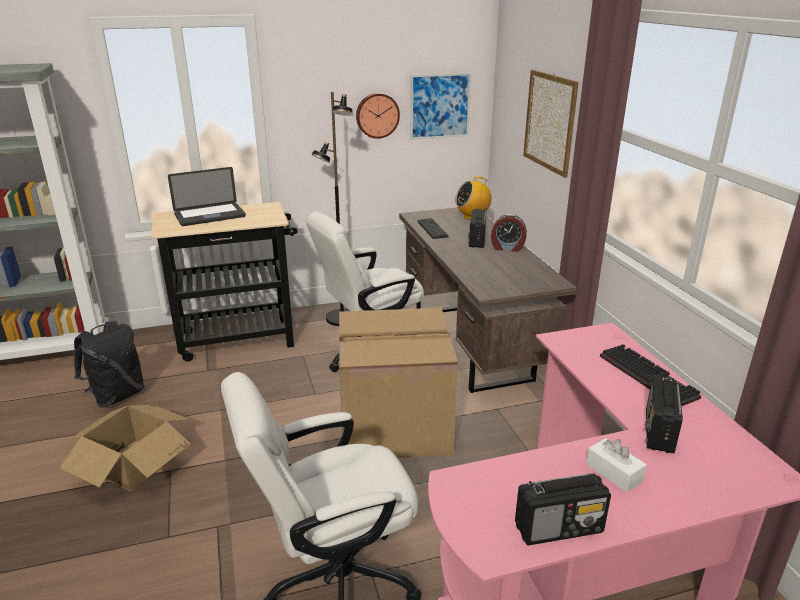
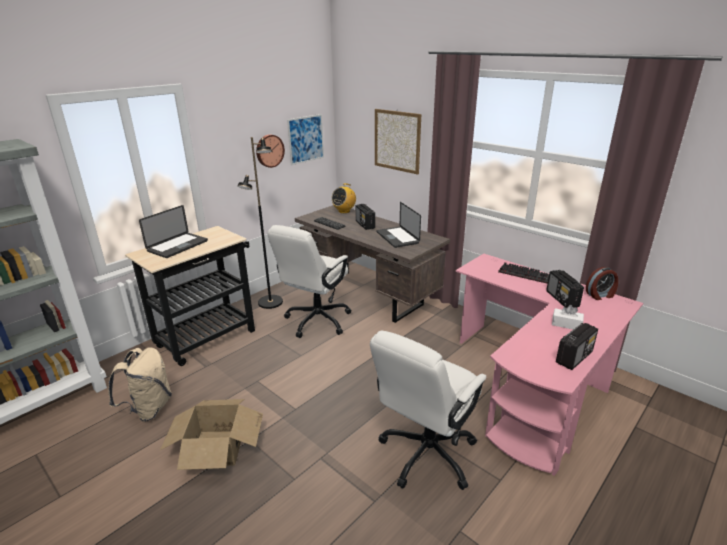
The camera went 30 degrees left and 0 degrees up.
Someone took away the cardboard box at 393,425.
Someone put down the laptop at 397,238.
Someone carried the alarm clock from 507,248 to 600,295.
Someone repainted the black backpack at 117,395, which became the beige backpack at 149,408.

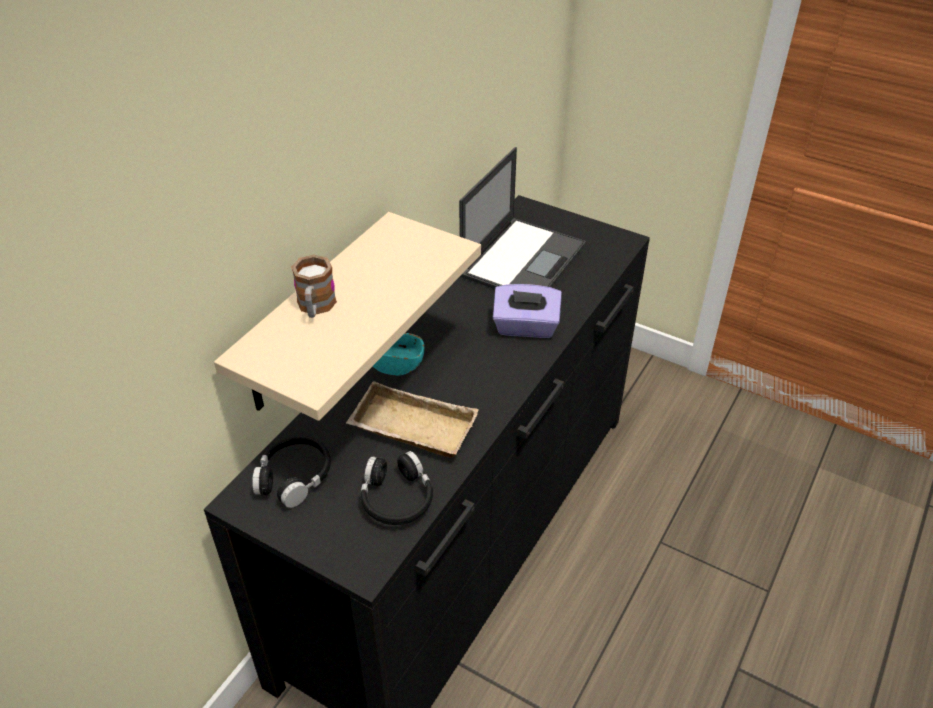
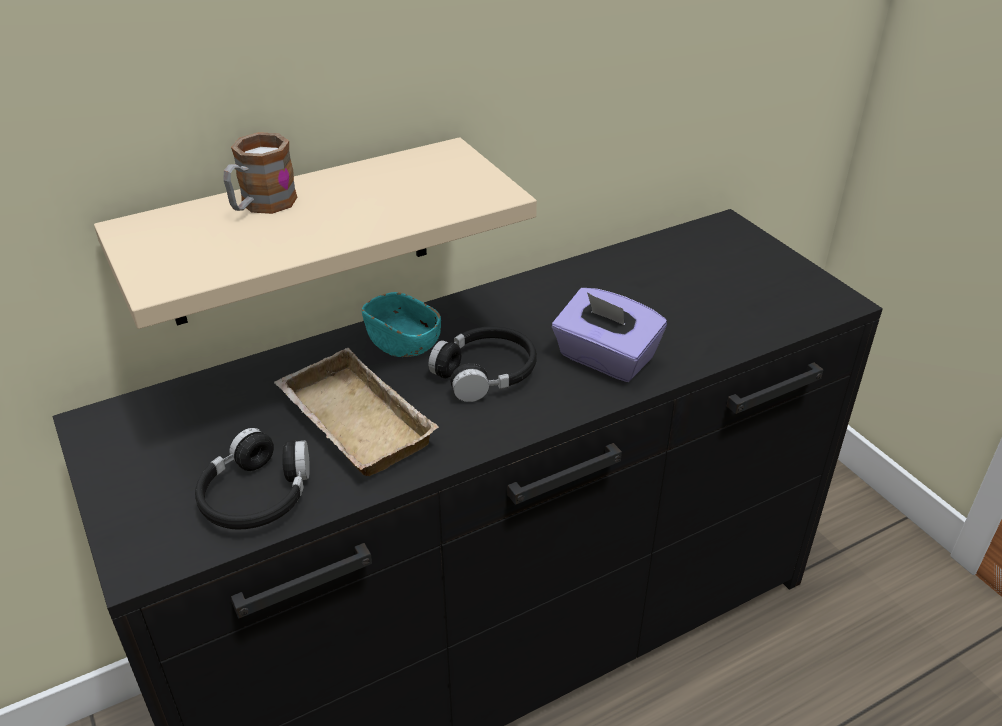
The camera went 30 degrees right and 5 degrees down.
Someone took away the laptop at 523,259.
Someone carried the black headphones from 294,477 to 485,373.

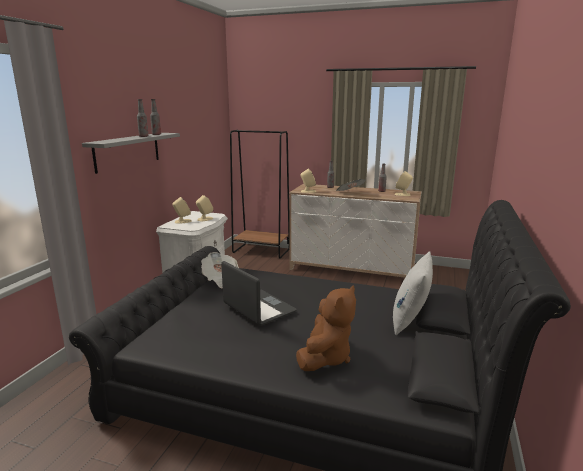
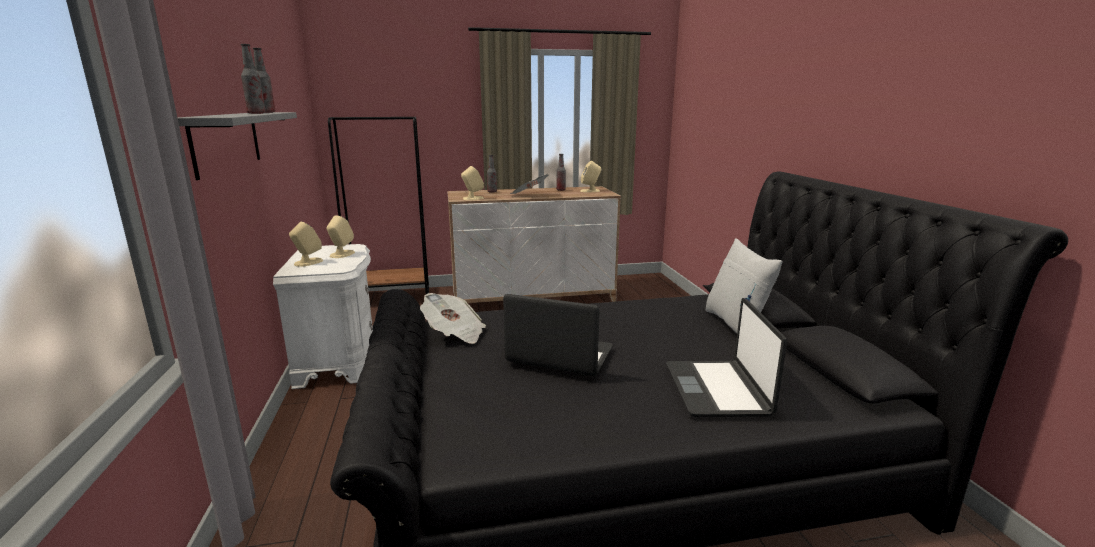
The camera went 30 degrees left and 0 degrees up.
Someone swapped the brown plush toy at 325,357 for the laptop at 717,389.

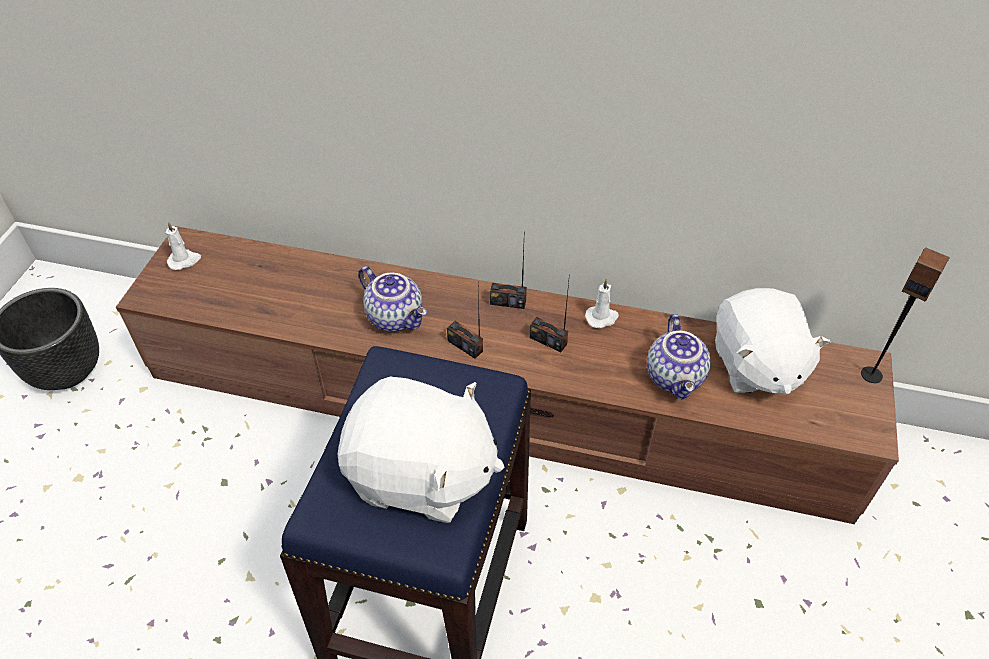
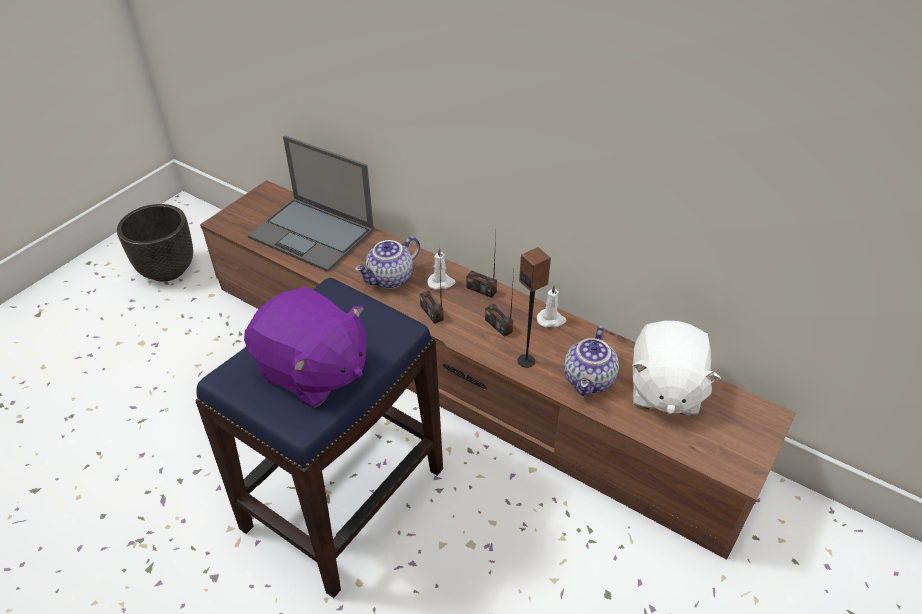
The camera went 20 degrees right and 5 degrees down.
Someone put down the laptop at 313,234.
Someone carried the white candle from 184,260 to 441,282.
Someone carried the speaker from 871,374 to 526,361.
Someone repainted the white plush toy at 421,476, which became the purple plush toy at 312,372.
Someone rotated the teapot at 396,317 by 75 degrees clockwise.

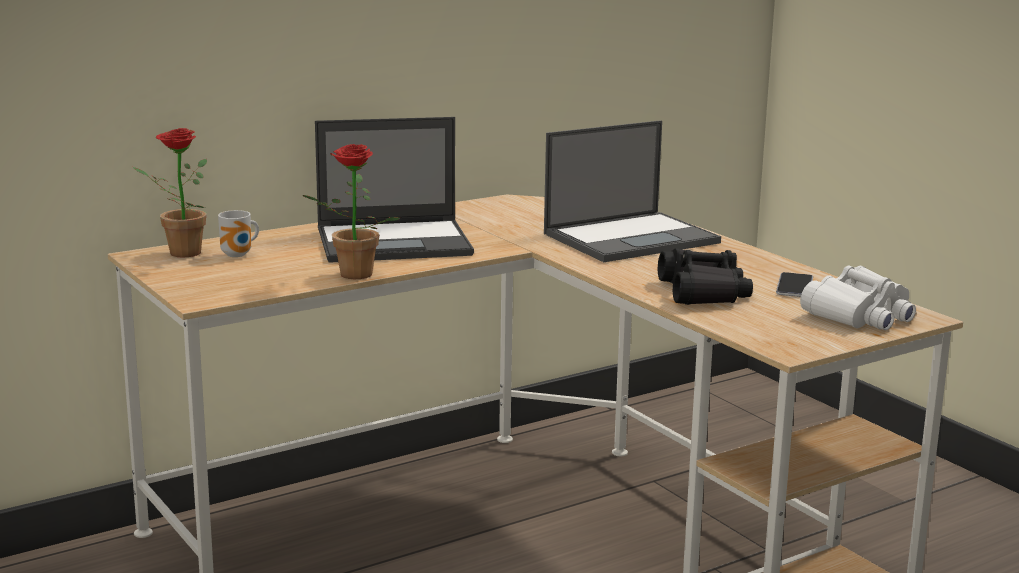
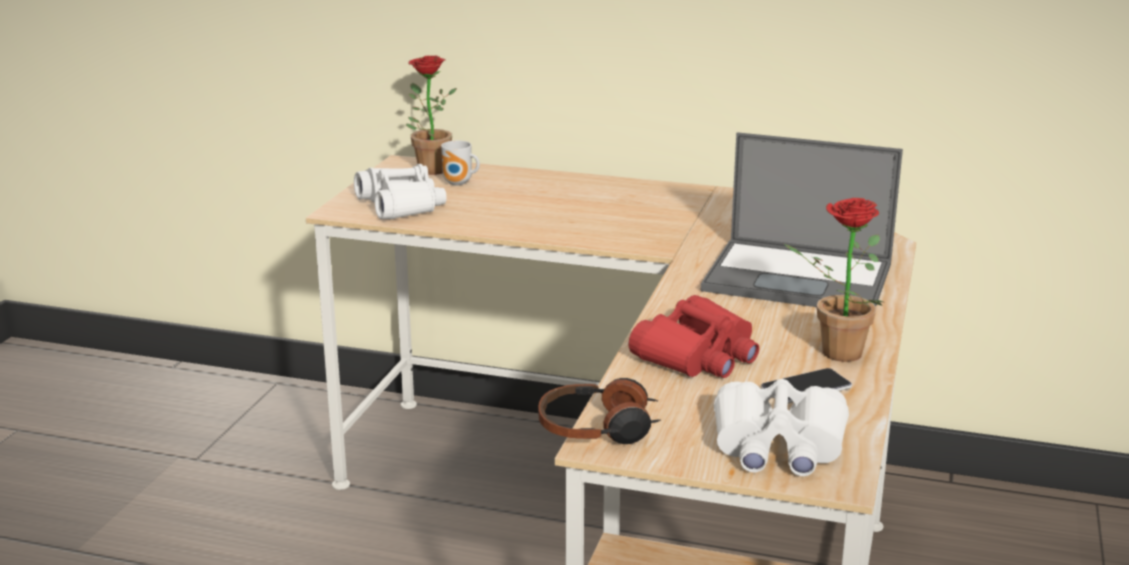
The camera went 50 degrees right and 5 degrees up.
Someone took away the laptop at 396,242.
Someone put down the white binoculars at 401,205.
Someone put down the headphones at 598,428.
Someone carried the potted plant from 350,276 to 833,353.
Someone repainted the black binoculars at 703,293, which became the red binoculars at 698,355.

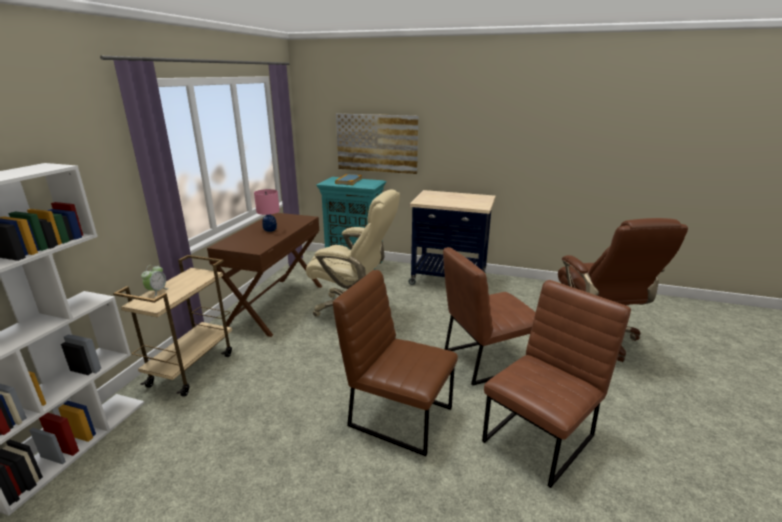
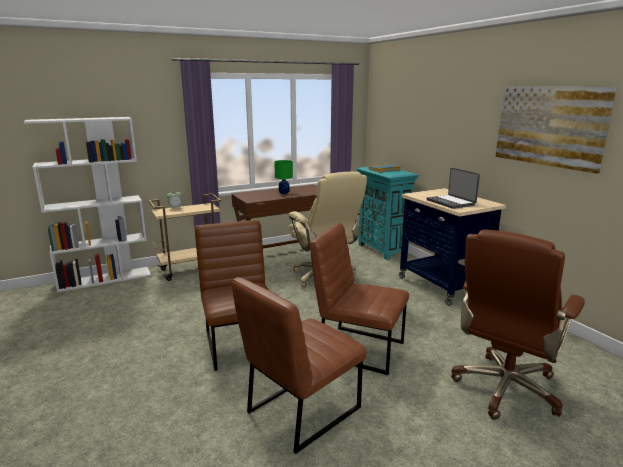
The camera went 45 degrees right and 5 degrees down.
Someone put down the laptop at 451,202.
Someone carried the picture from 376,143 to 549,126.
Someone repainted the pink table lamp at 269,230, which became the green table lamp at 283,193.
Someone rotated the brown chair at 541,437 by 135 degrees clockwise.

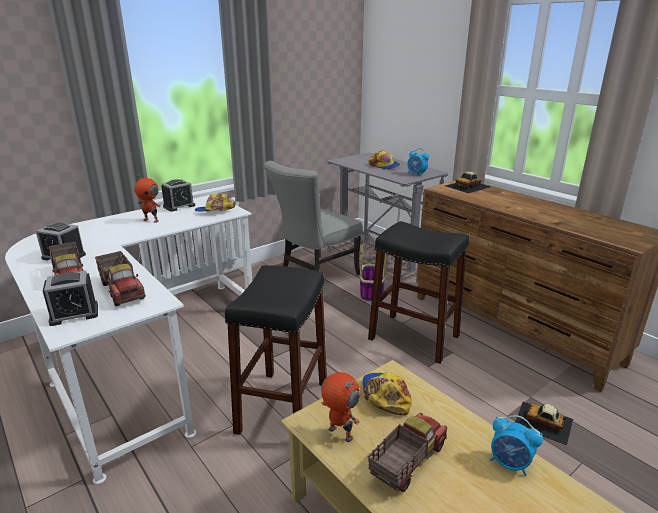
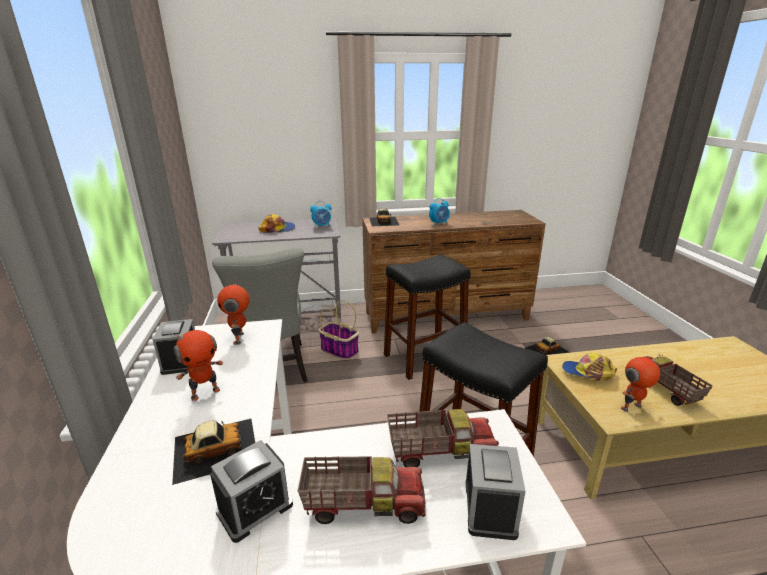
The camera went 60 degrees left and 0 degrees up.
Someone put down the toy car at 214,448.
Someone carried the alarm clock from 510,464 to 439,223.
Someone swapped the cap at 215,210 for the toy robot at 240,338.

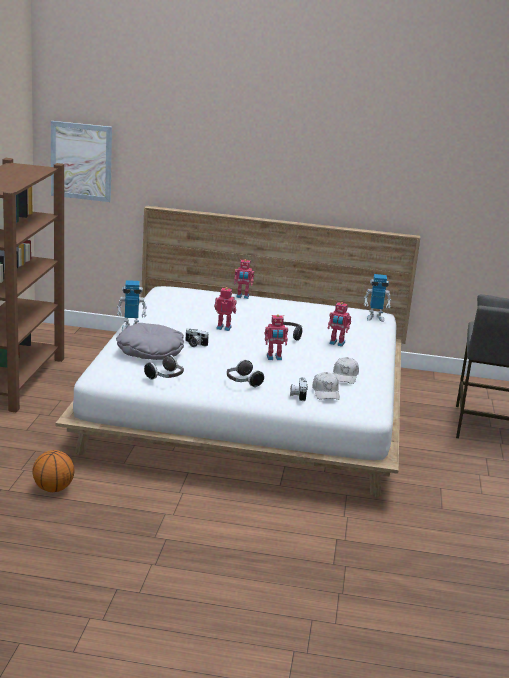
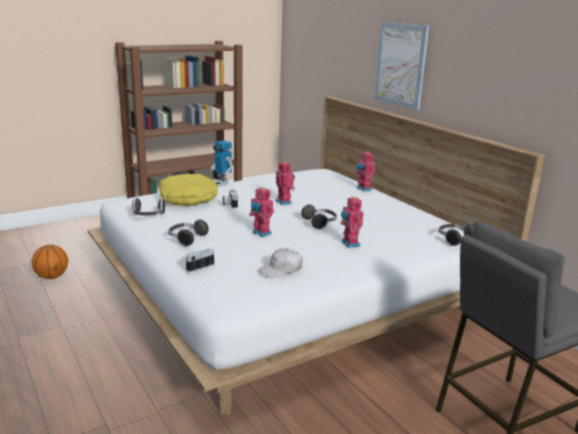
The camera went 50 degrees right and 0 degrees up.
Someone took away the white cap at 326,392.
Someone carried the picture from 81,161 to 401,65.
Someone swapped the toy robot at 375,318 for the headphones at 454,239.
Someone repainted the grey pillow at 151,351, which became the yellow pillow at 189,199.

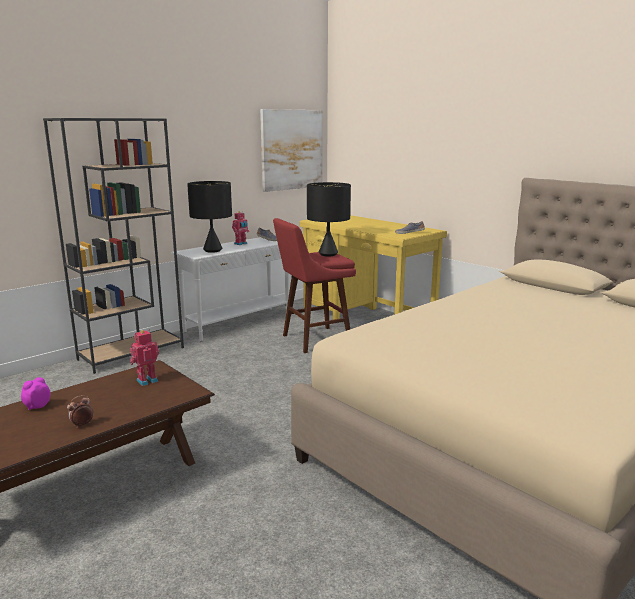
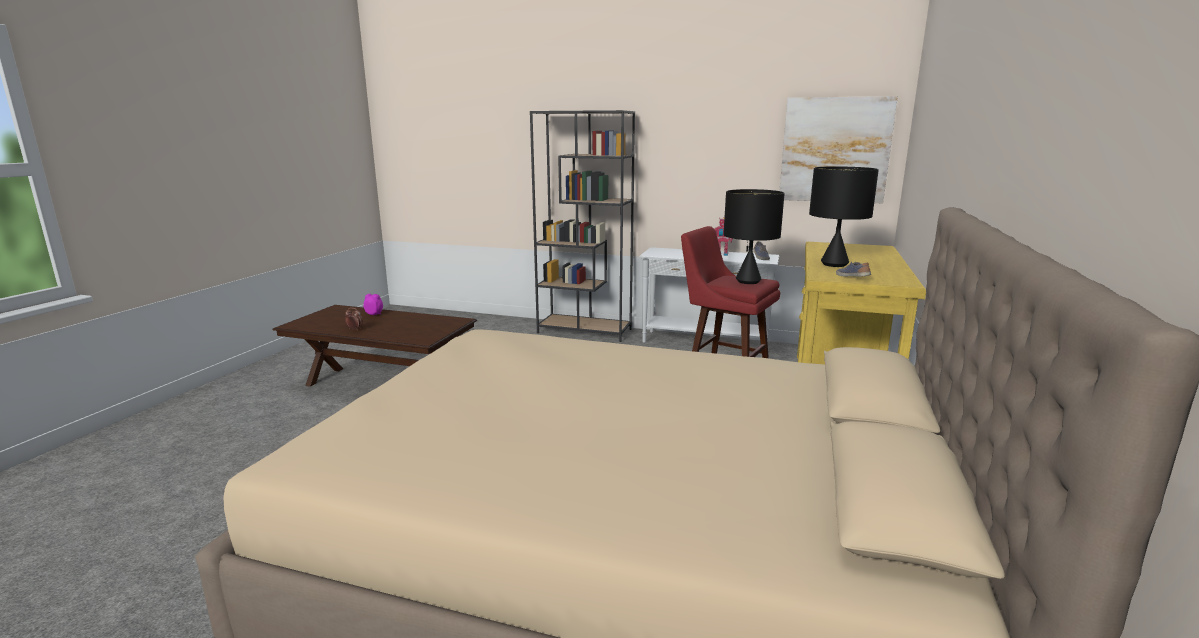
The camera went 60 degrees right and 0 degrees up.
Someone took away the toy robot at 146,380.
Someone carried the black table lamp from 212,251 to 834,264.

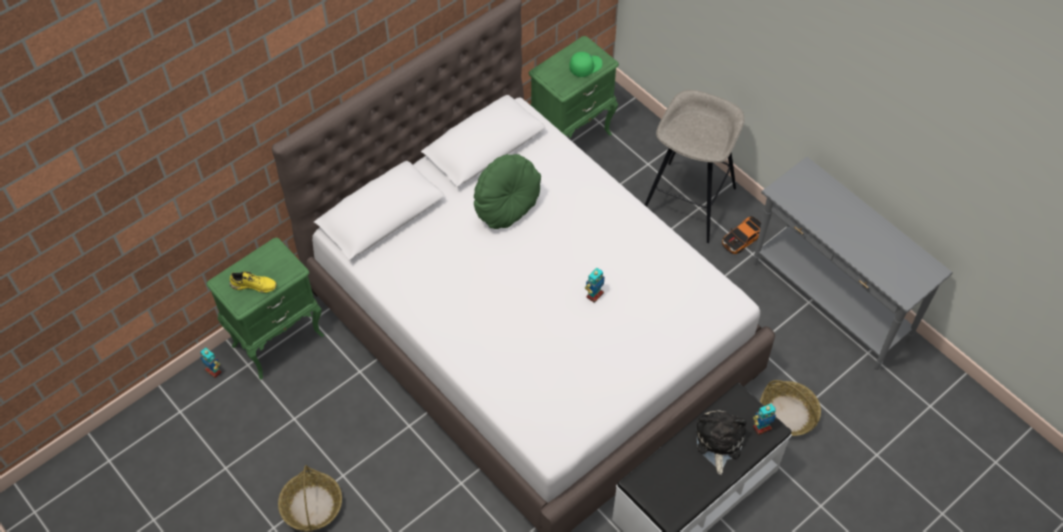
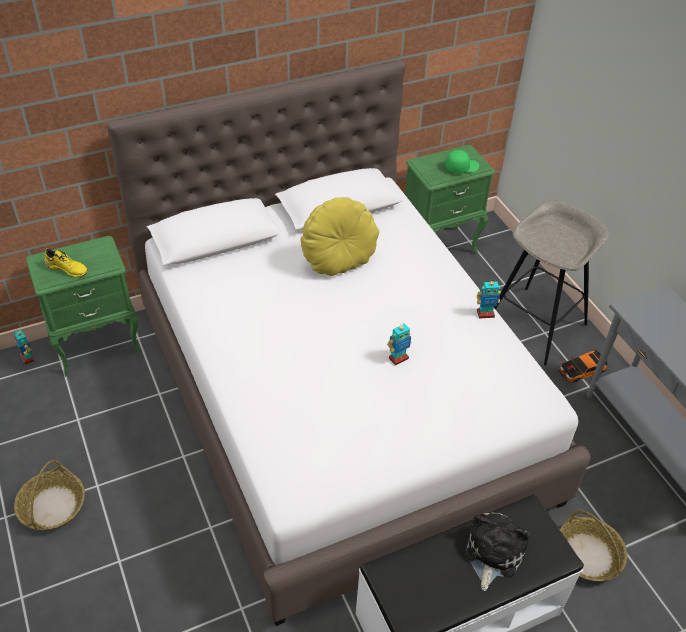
The camera went 15 degrees right and 10 degrees down.
Someone carried the toy robot from 761,427 to 485,313.
Someone repainted the green pillow at 507,211, which became the yellow pillow at 338,263.

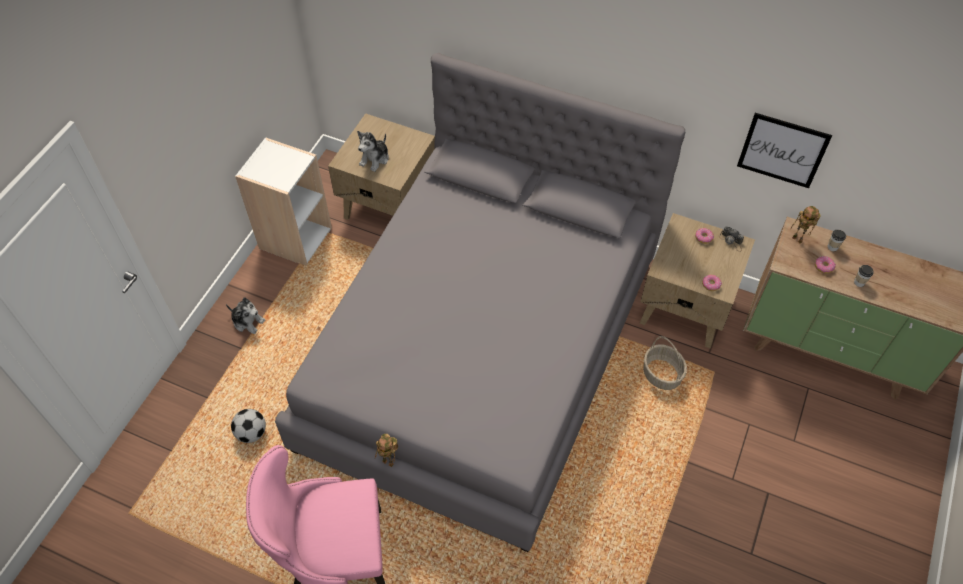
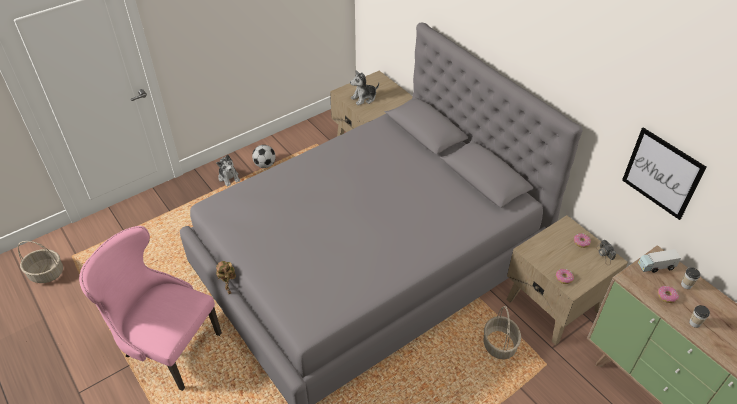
The camera went 30 degrees right and 10 degrees down.
Someone took away the bookcase at 296,237.
Someone put down the basket at 46,273.
Someone carried the football from 252,433 to 265,164.
Someone swapped the toy robot at 798,239 for the toy truck at 656,266.

